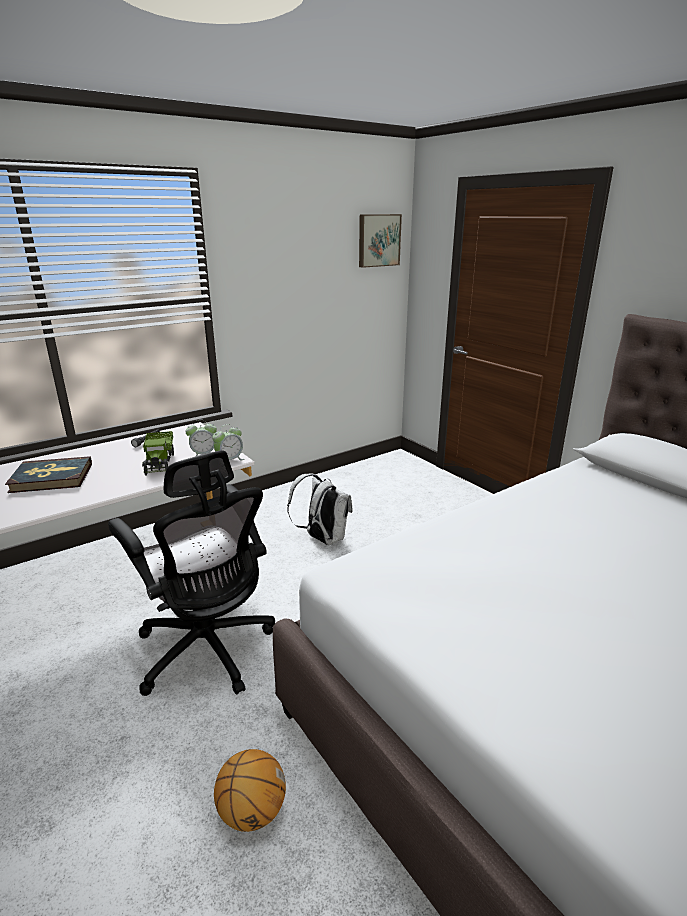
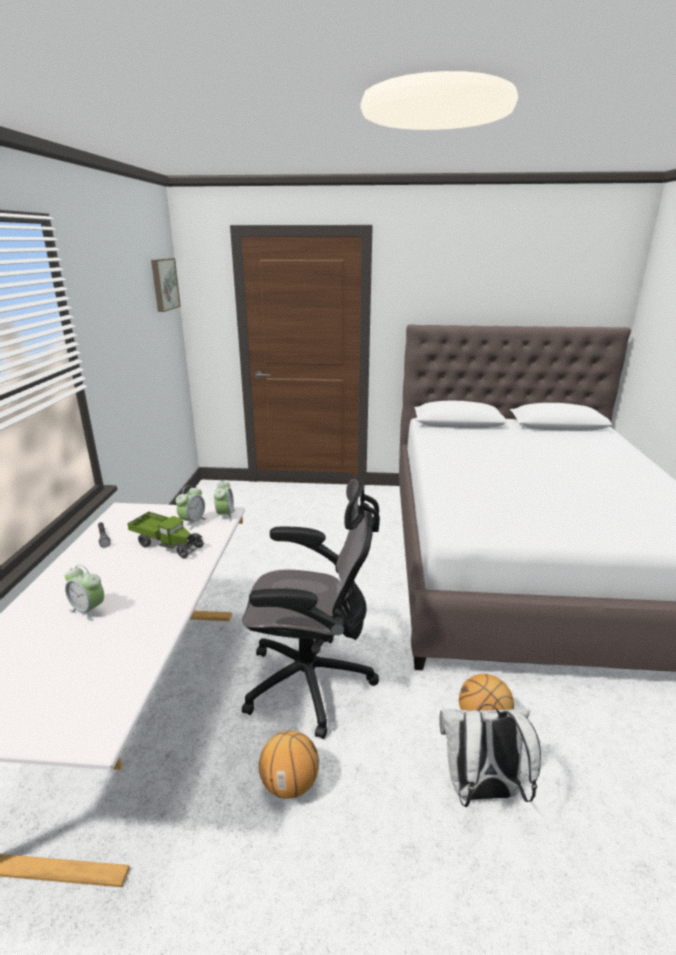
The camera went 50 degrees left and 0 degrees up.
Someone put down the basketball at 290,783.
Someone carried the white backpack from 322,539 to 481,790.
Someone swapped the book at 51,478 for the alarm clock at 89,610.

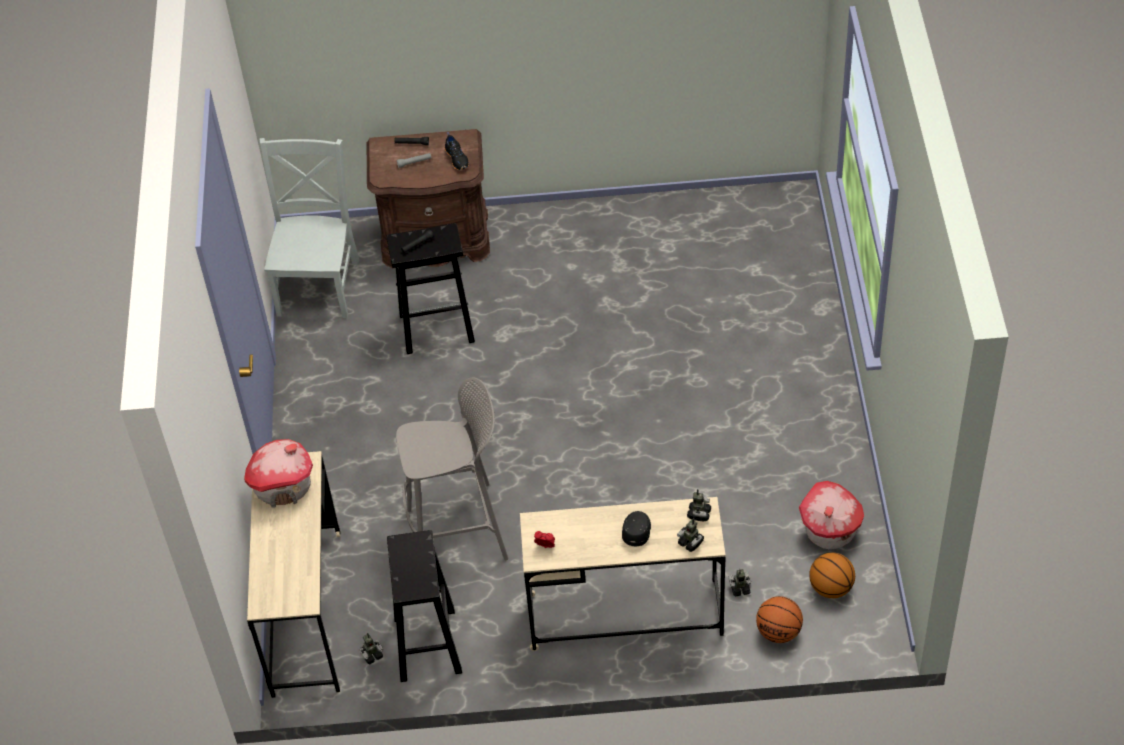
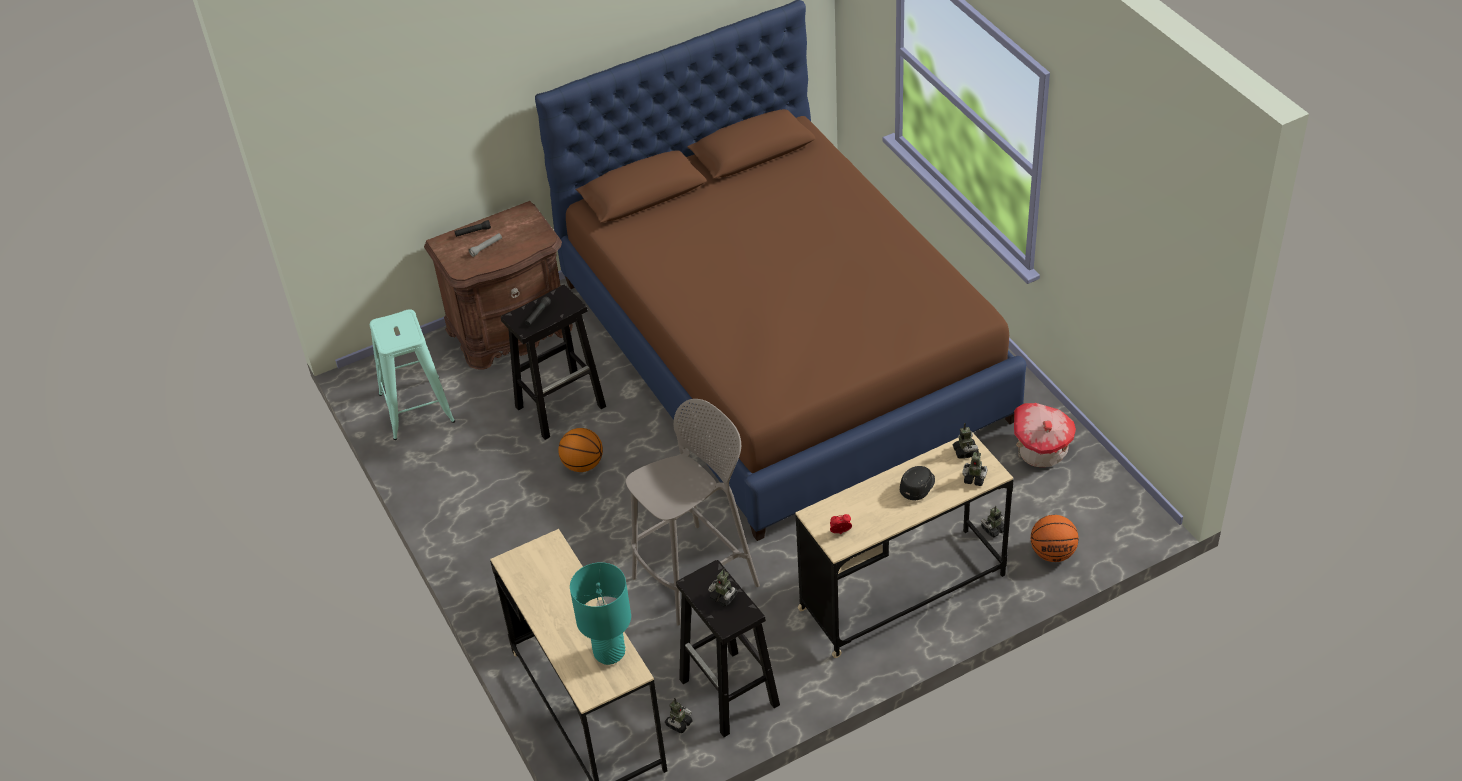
The camera went 25 degrees left and 5 degrees down.
Someone took away the toy house at 283,487.
Someone took away the black shoe at 457,158.
Someone put down the brown bed at 781,349.
Someone put down the turquoise table lamp at 609,654.
Someone put down the toy robot at 723,597.
Someone carried the basketball from 831,588 to 583,465.
Someone swapped the grey chair at 319,284 for the turquoise stool at 416,408.
Someone rotated the black cap at 637,531 by 45 degrees clockwise.

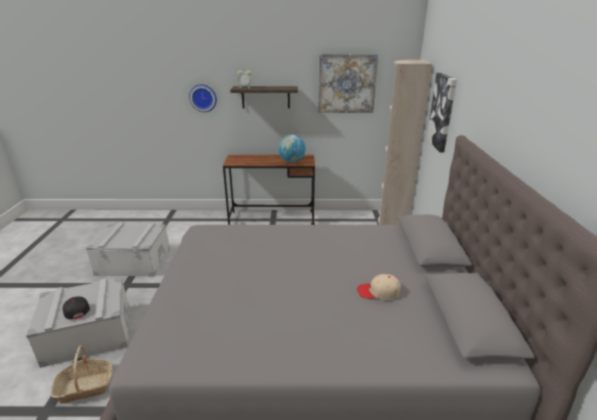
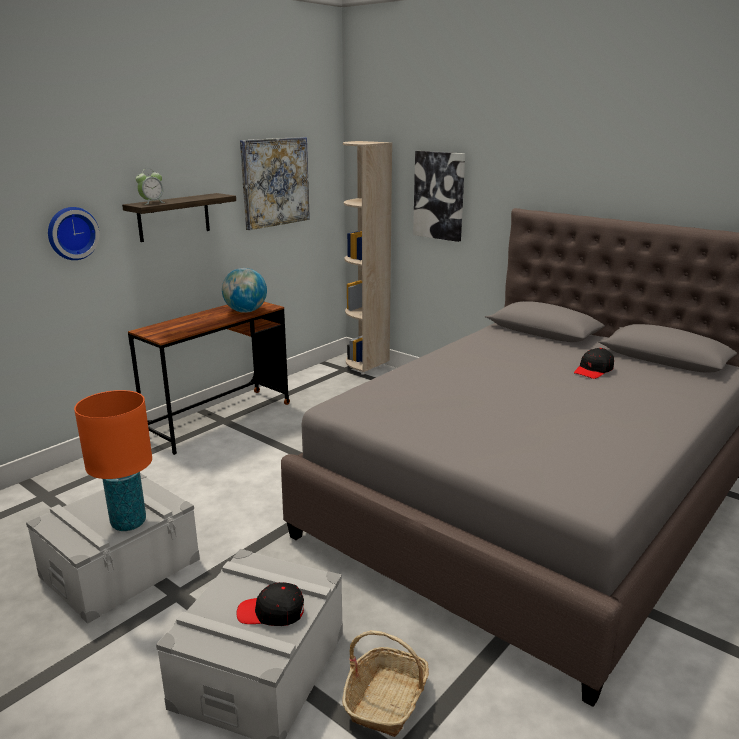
The camera went 50 degrees left and 5 degrees down.
Someone put down the orange table lamp at 128,523.
Someone repainted the beige cap at 378,292, which became the black cap at 593,370.

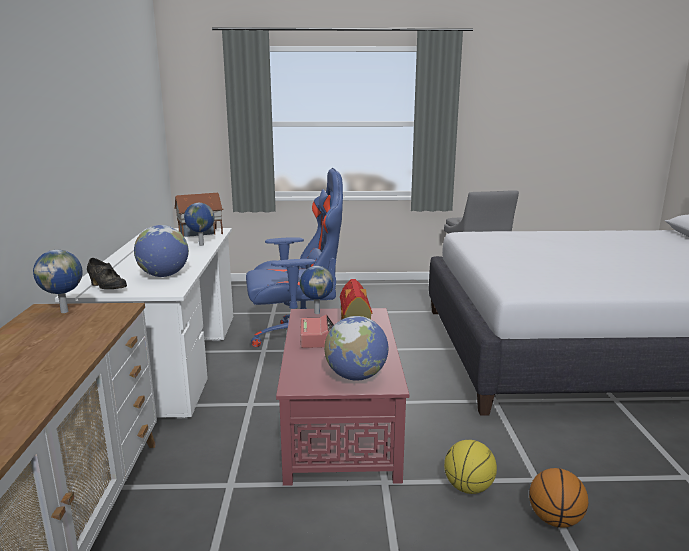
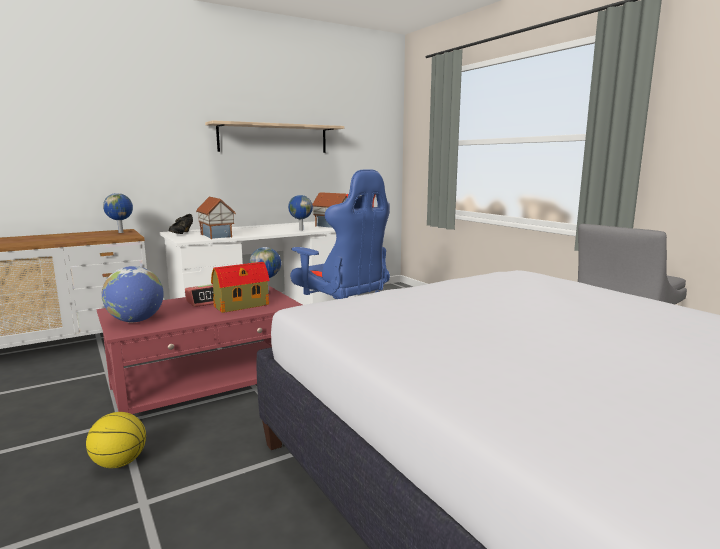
The camera went 60 degrees right and 5 degrees down.
Someone took away the basketball at 555,519.
Someone put up the shelf at 274,138.
Someone swapped the globe at 164,275 for the toy house at 217,235.

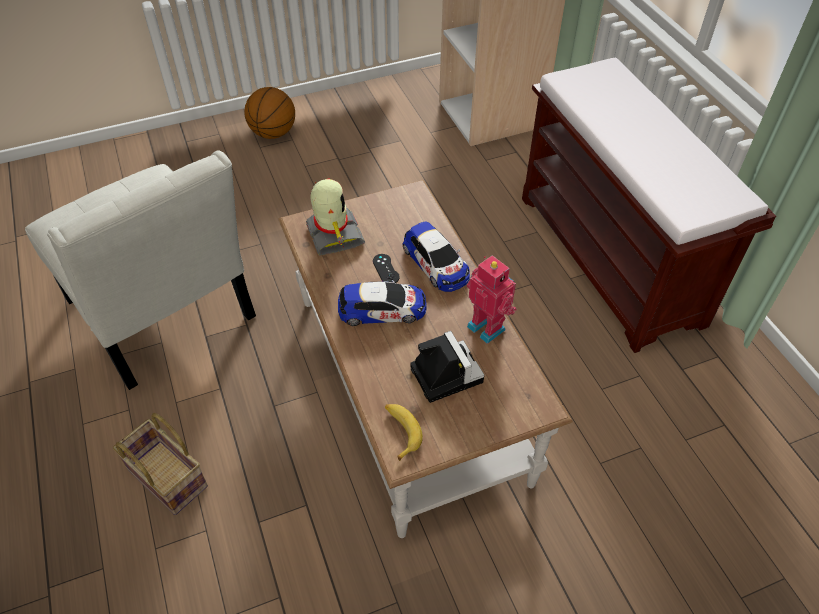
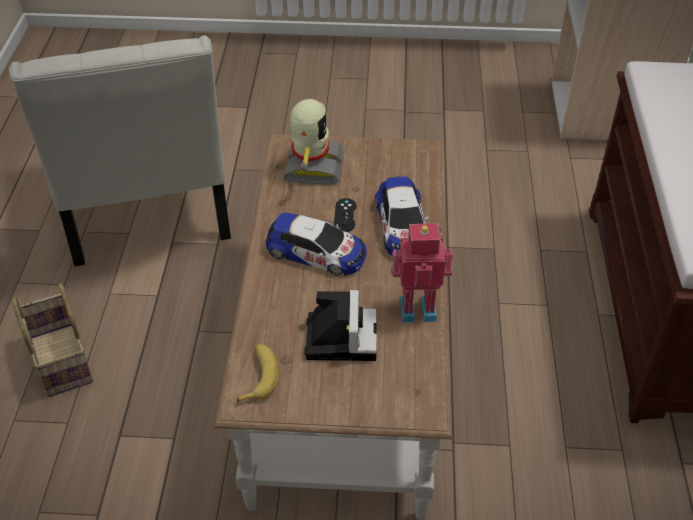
The camera went 25 degrees right and 5 degrees down.
Someone took away the basketball at 273,133.
Someone rotated the toy robot at 488,326 by 75 degrees counterclockwise.

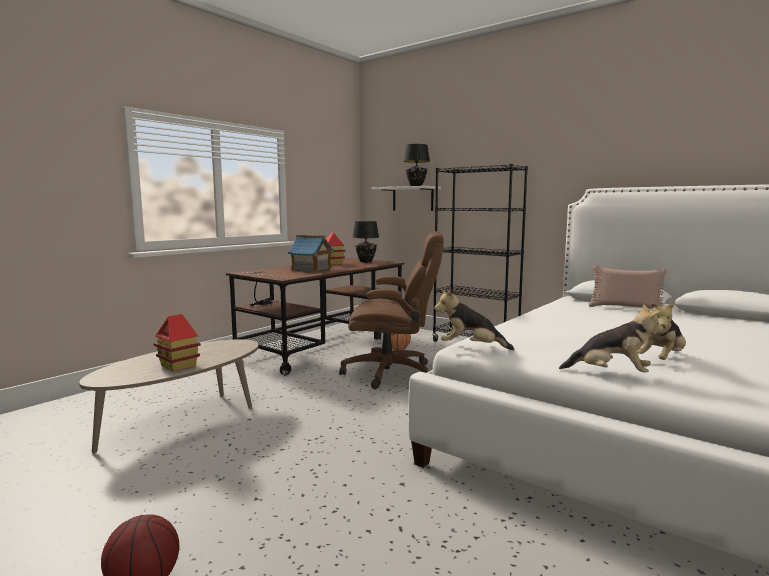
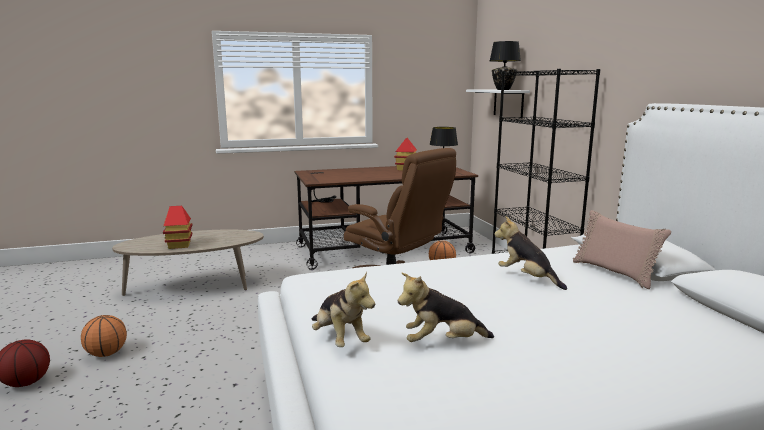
The camera went 35 degrees right and 5 degrees up.
Someone took away the toy house at 311,269.
Someone put down the basketball at 106,354.
Someone carried the plush toy from 471,347 to 527,278.

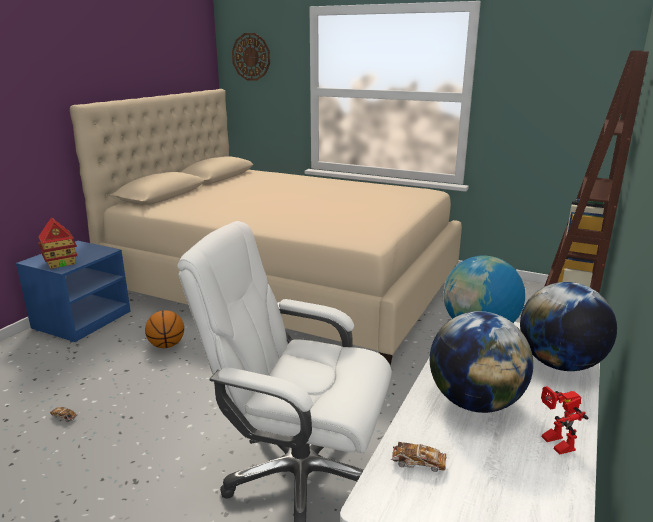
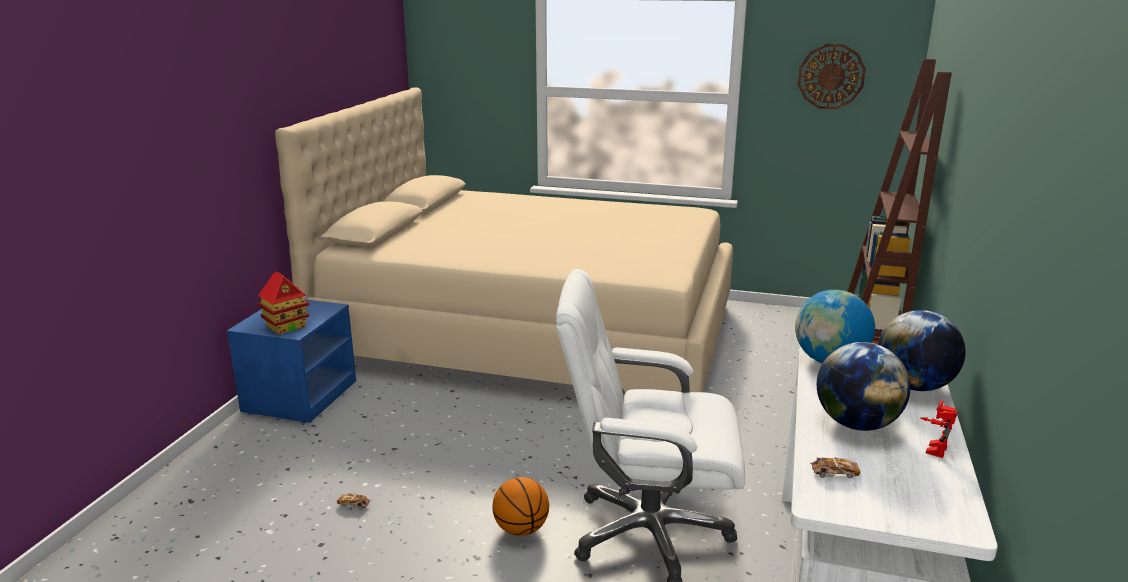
The camera went 10 degrees left and 0 degrees up.
Someone carried the basketball from 167,345 to 521,529.
Someone carried the wall clock from 251,57 to 831,76.
Someone rotated the toy robot at 553,442 by 60 degrees clockwise.

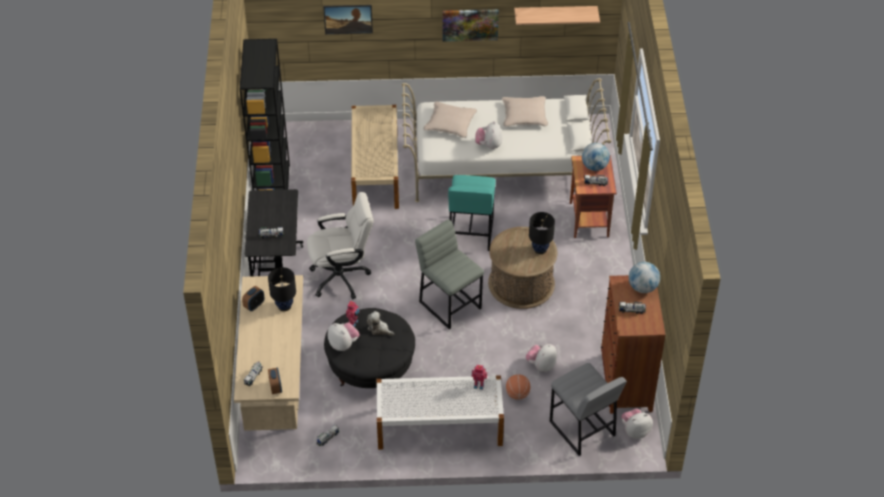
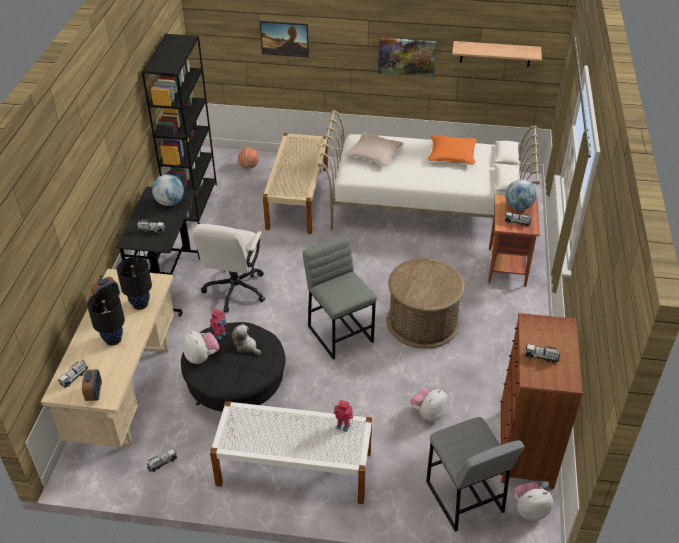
The camera went 10 degrees right and 5 degrees down.
Someone took away the turquoise stool at 471,234.
Someone took away the plush toy at 489,145.
Someone carried the basketball from 517,394 to 249,166.
Someone carried the black table lamp from 540,249 to 113,339.
Someone carried the globe from 642,287 to 170,202.
Someone repainted the beige pillow at 524,115, which became the orange pillow at 452,154.
Someone rotated the white office chair at 342,278 by 105 degrees clockwise.

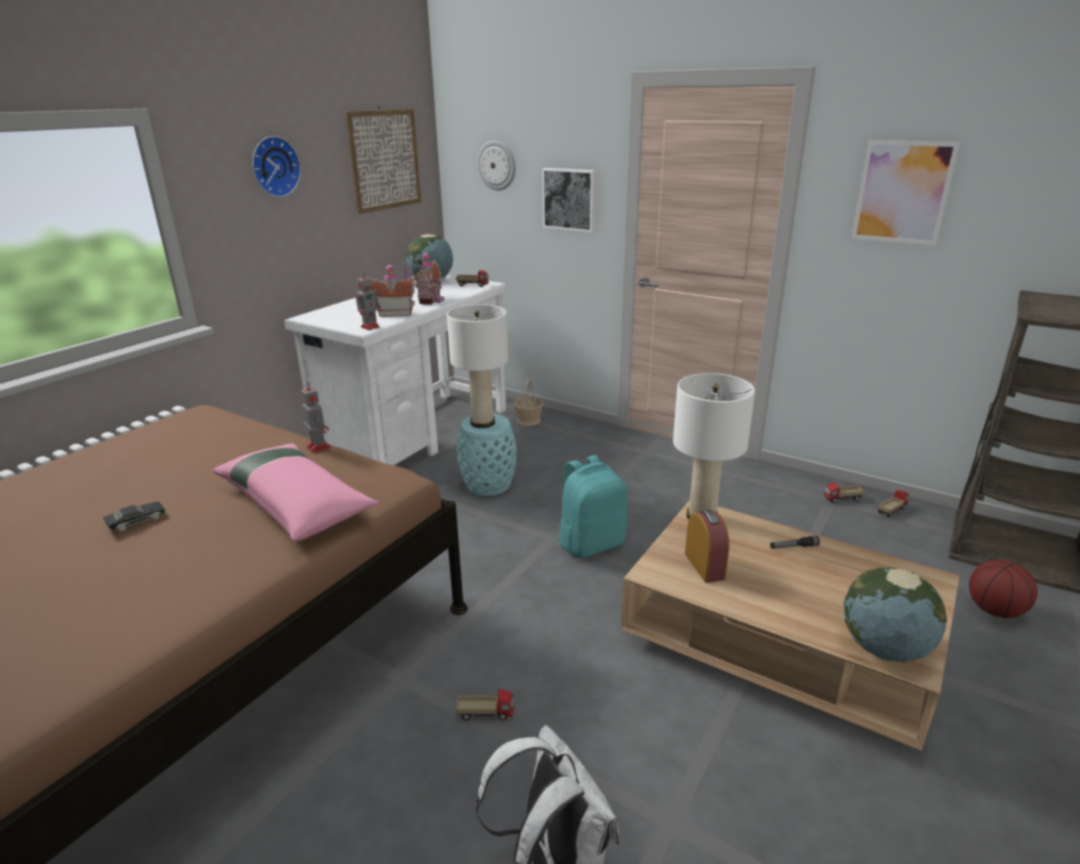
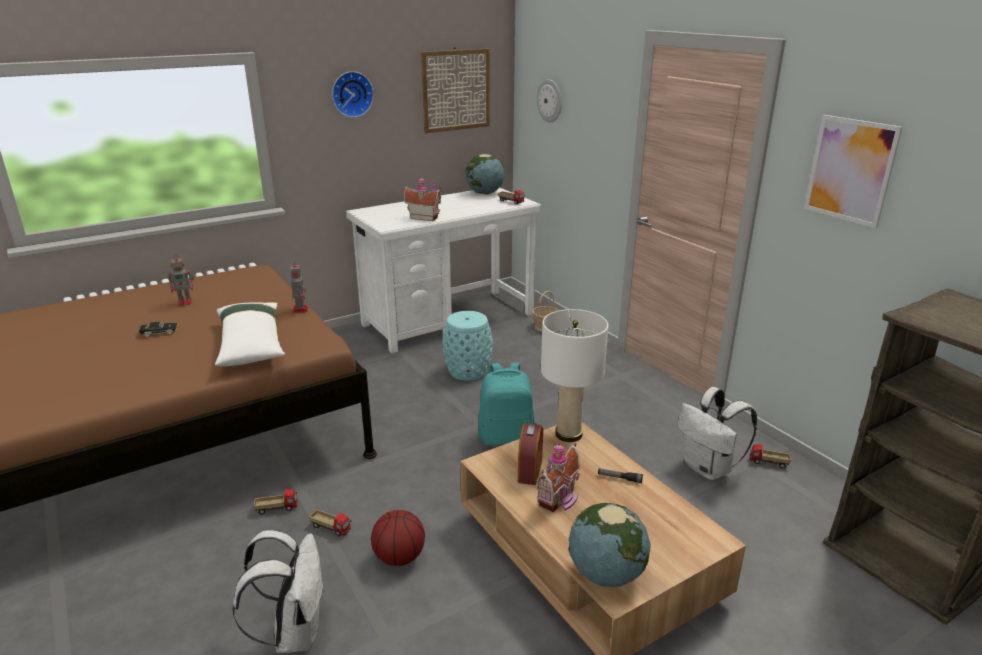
The camera went 25 degrees right and 0 degrees up.
Someone took away the white table lamp at 482,423.
Someone took away the picture at 570,199.
Someone put down the white backpack at 708,469.
Someone carried the toy robot from 371,327 to 186,302.
Someone carried the toy house from 433,300 to 560,499.
Someone carried the toy truck from 891,510 to 277,508.
Someone carried the basketball from 994,610 to 399,557.
Someone repainted the pink pillow at 296,502, which became the white pillow at 251,343.

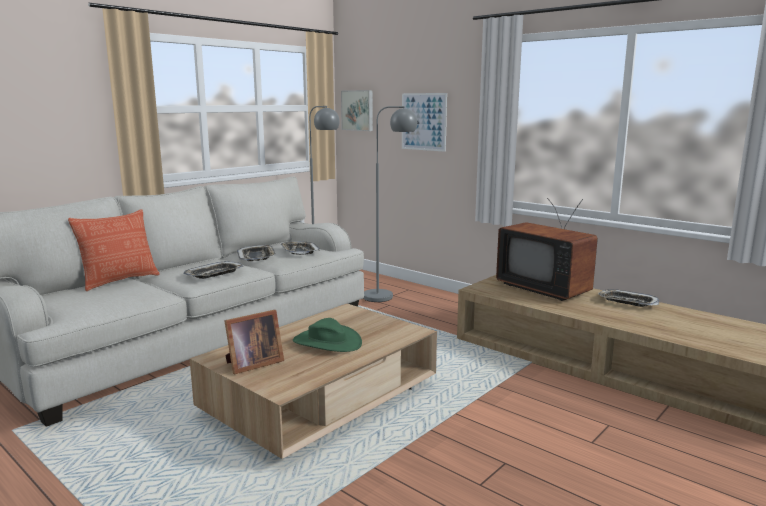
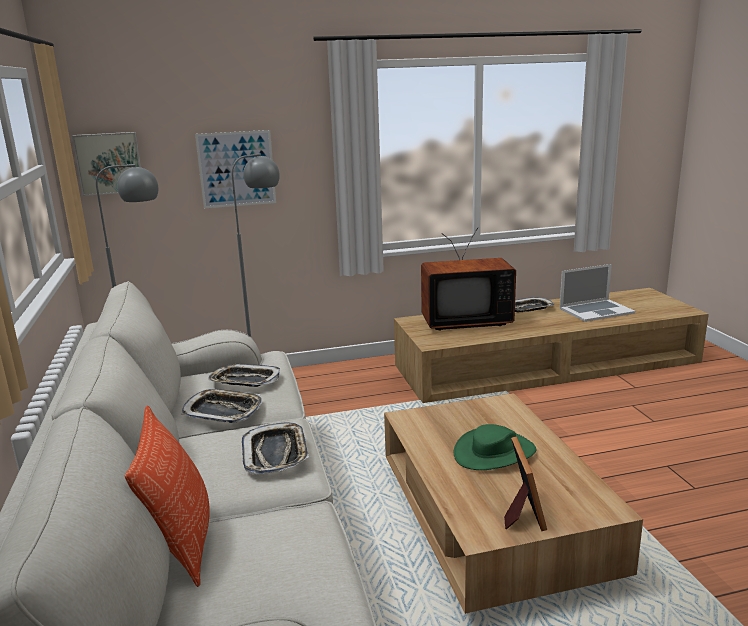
The camera went 55 degrees left and 5 degrees up.
Someone put down the laptop at 596,310.

